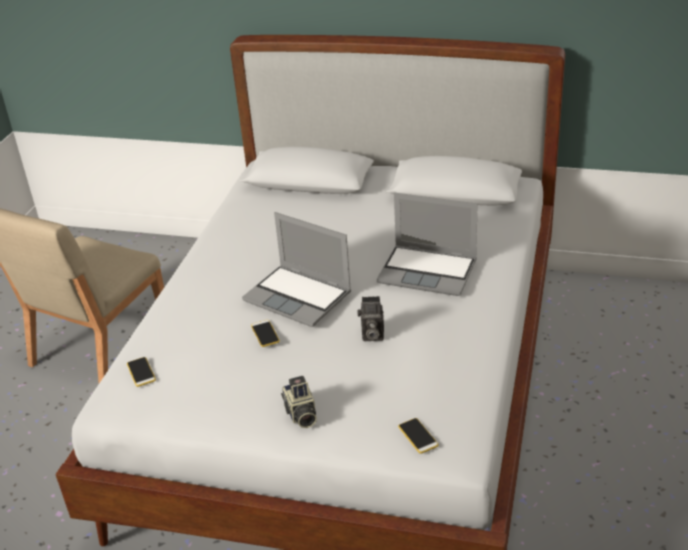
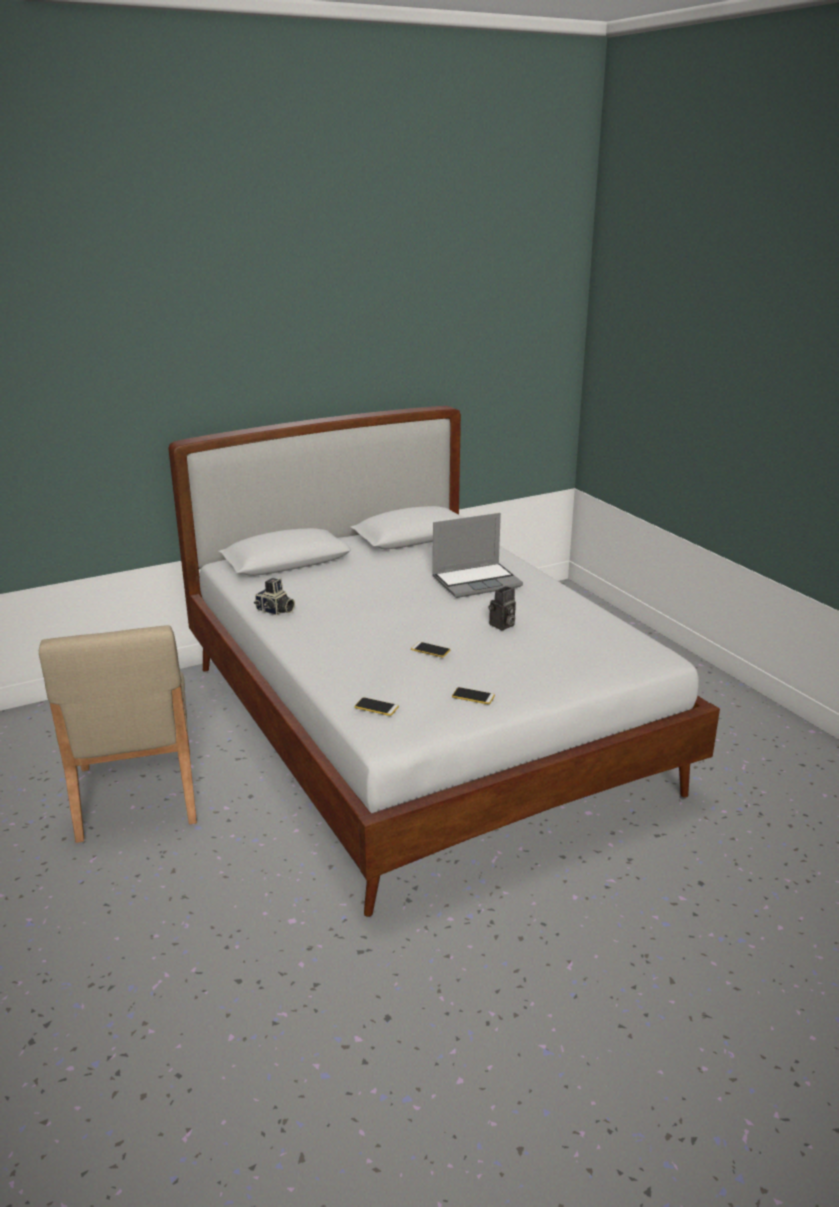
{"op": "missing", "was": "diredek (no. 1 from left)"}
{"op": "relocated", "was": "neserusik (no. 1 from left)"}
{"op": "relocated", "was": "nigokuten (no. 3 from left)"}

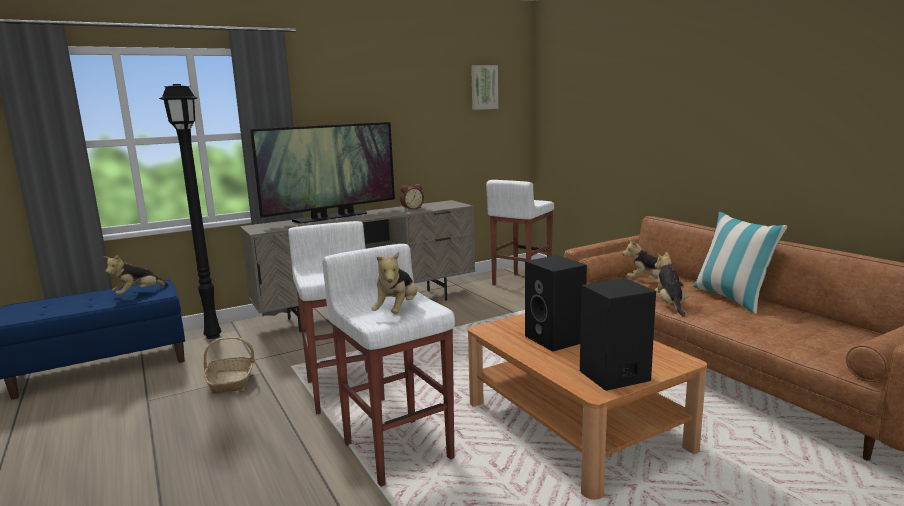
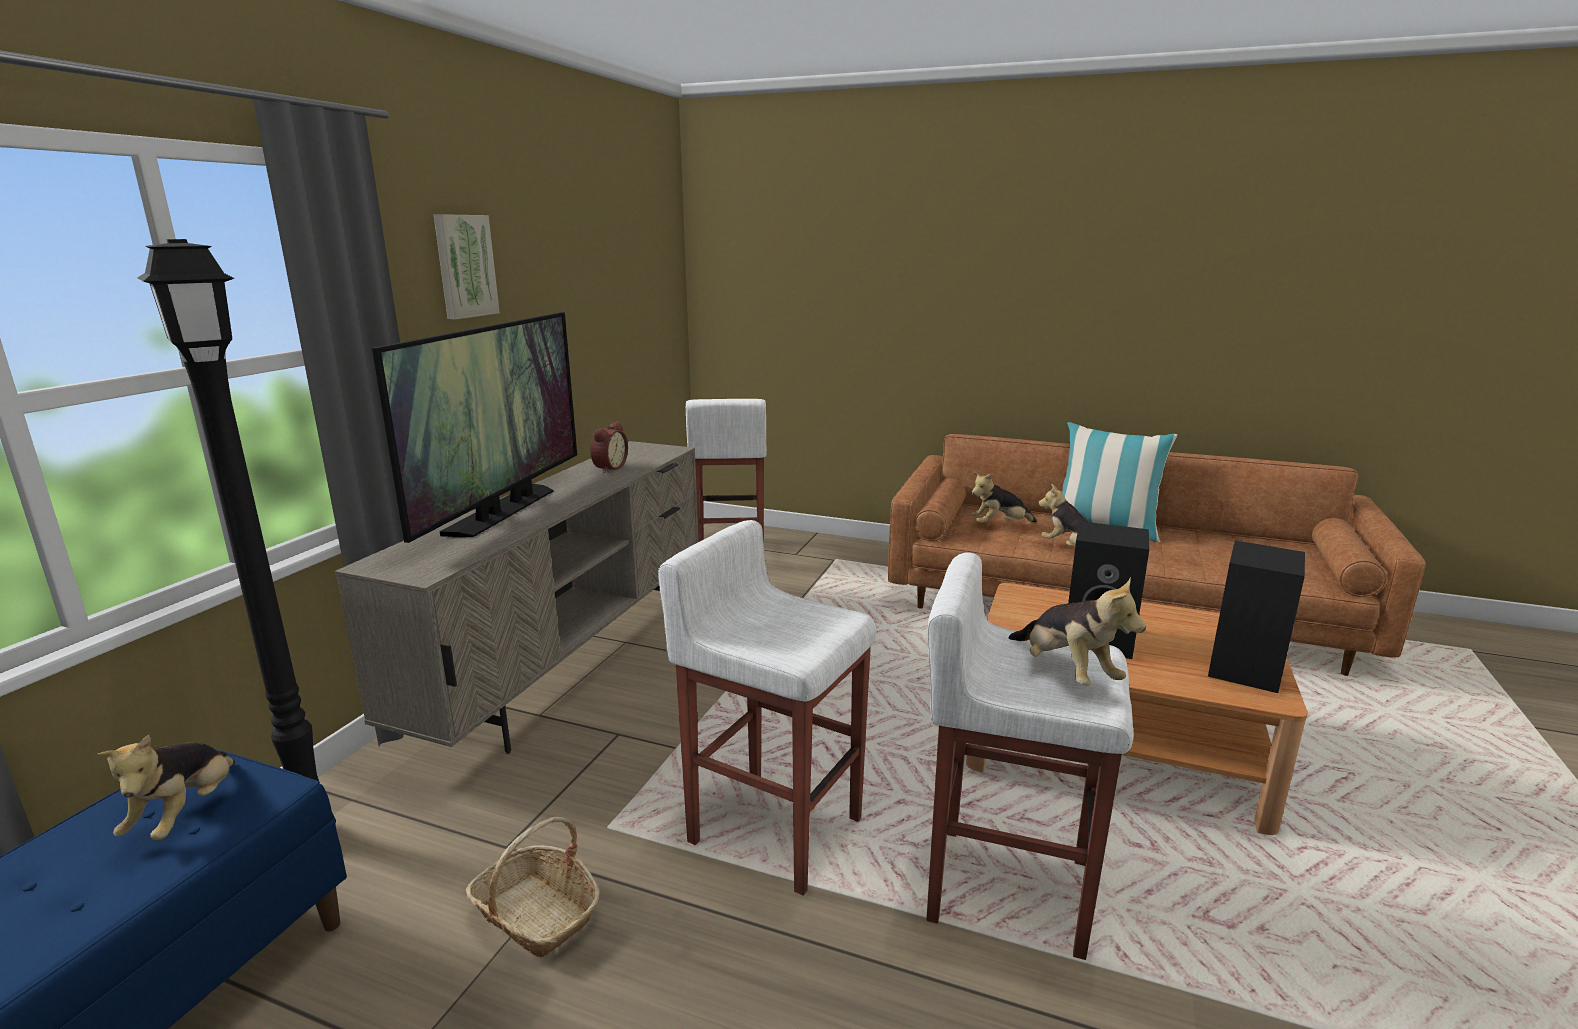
{"op": "relocated", "was": "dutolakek"}

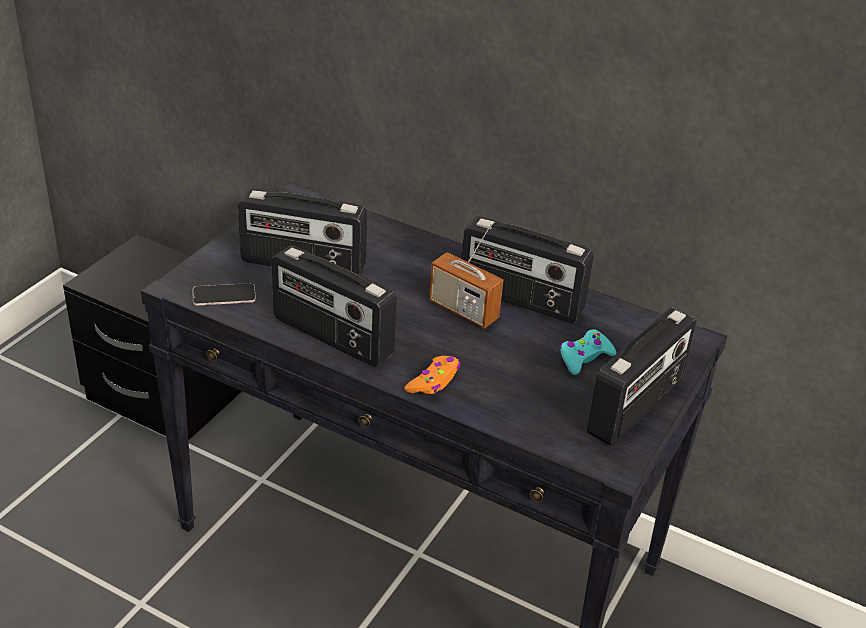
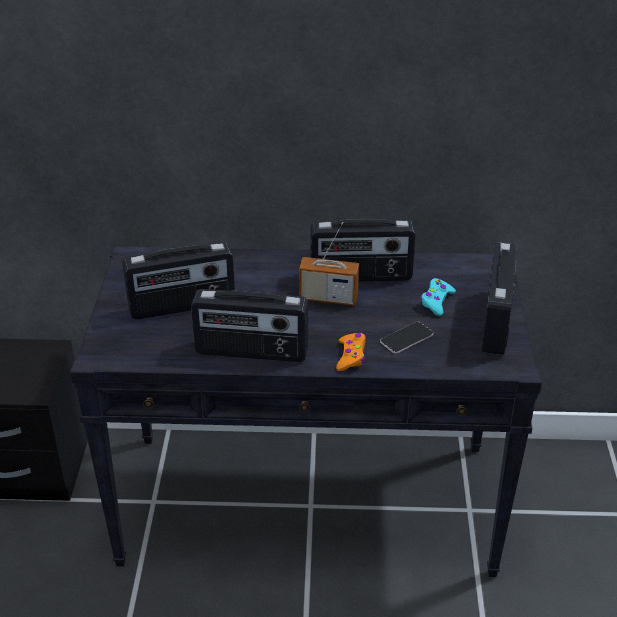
{"op": "relocated", "was": "nigokuten"}

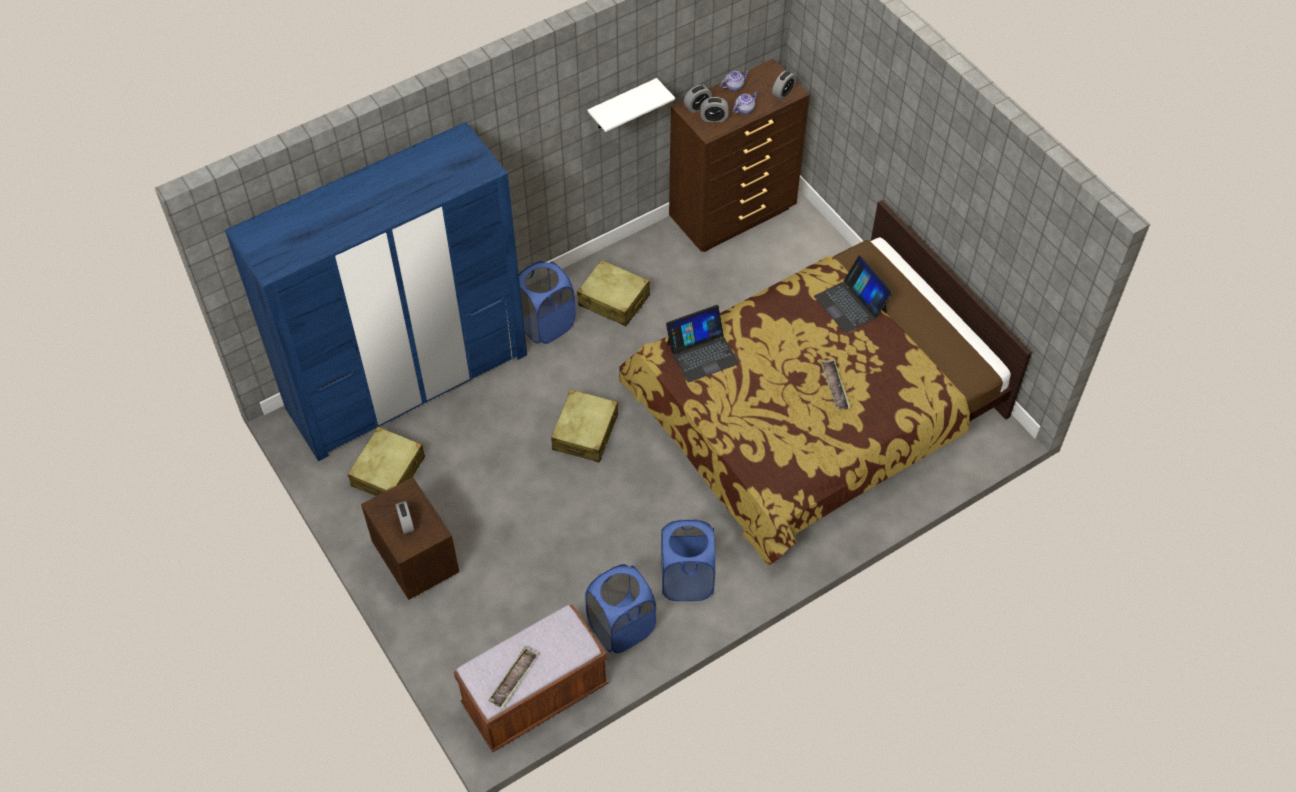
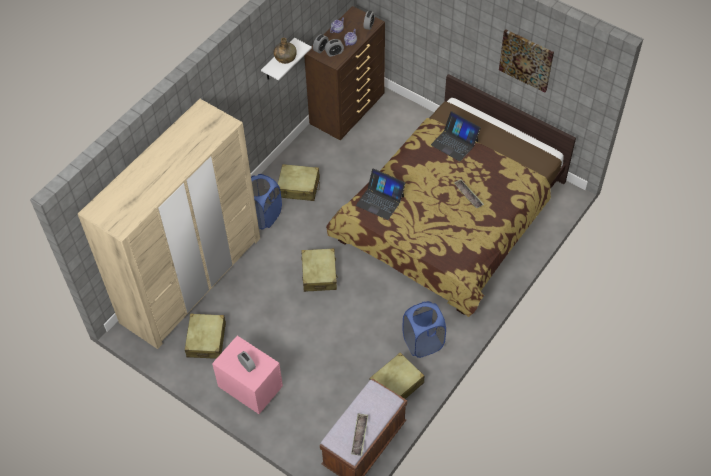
{"op": "colour", "was": "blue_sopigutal", "now": "beige_sopigutal"}
{"op": "colour", "was": "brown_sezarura", "now": "pink_sezarura"}
{"op": "exchanged", "was": "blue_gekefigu (no. 2 from left)", "now": "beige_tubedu (no. 4 from left)"}
{"op": "spun", "was": "diredek (no. 1 from left)", "clockwise": 75}
{"op": "appeared", "now": "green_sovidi"}
{"op": "appeared", "now": "dutolakek"}

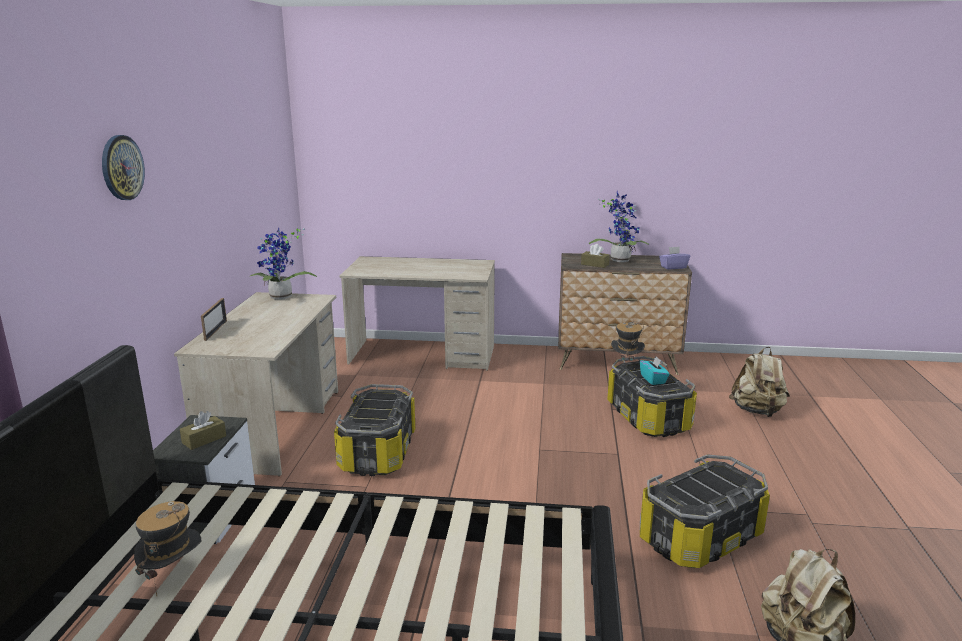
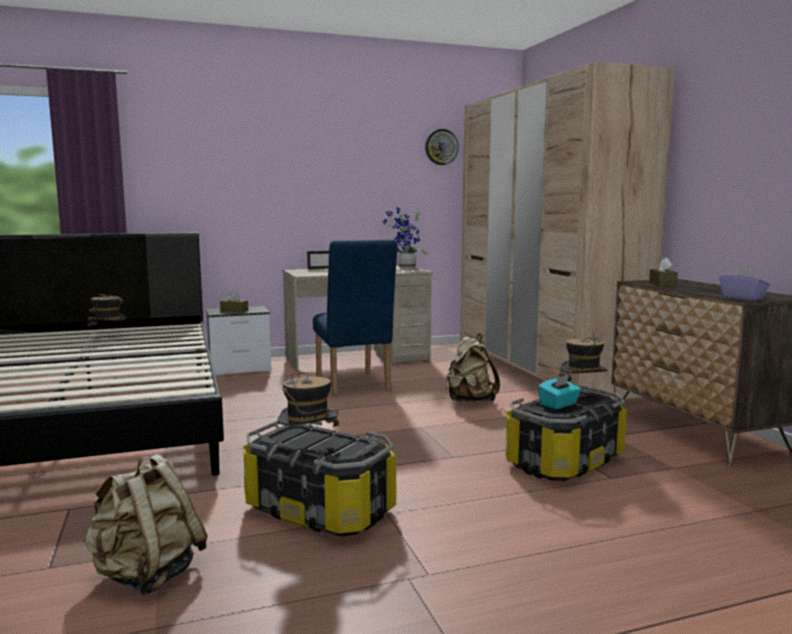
{"op": "relocated", "was": "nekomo"}
{"op": "exchanged", "was": "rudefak (no. 1 from left)", "now": "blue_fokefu"}
{"op": "exchanged", "was": "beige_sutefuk (no. 2 from left)", "now": "beige_sopigutal"}
{"op": "missing", "was": "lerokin (no. 2 from left)"}
{"op": "relocated", "was": "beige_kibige (no. 1 from left in the first image)", "now": "beige_kibige (no. 2 from left)"}
{"op": "appeared", "now": "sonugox (no. 2 from left)"}

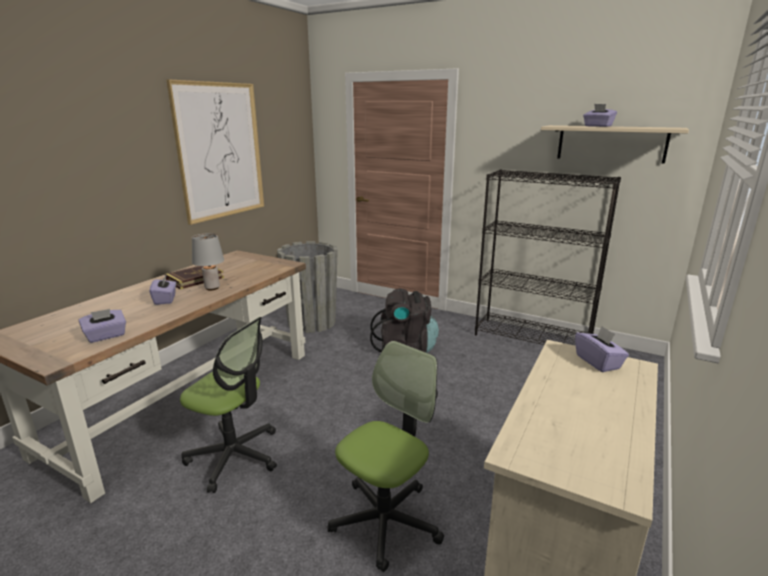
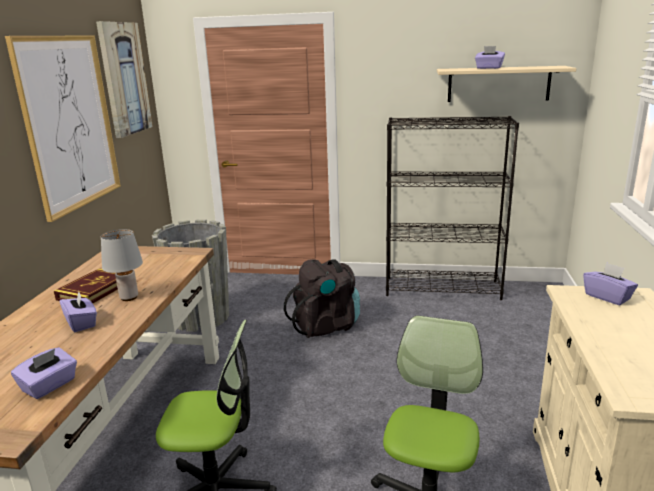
{"op": "appeared", "now": "dutolakek (no. 2 from left)"}

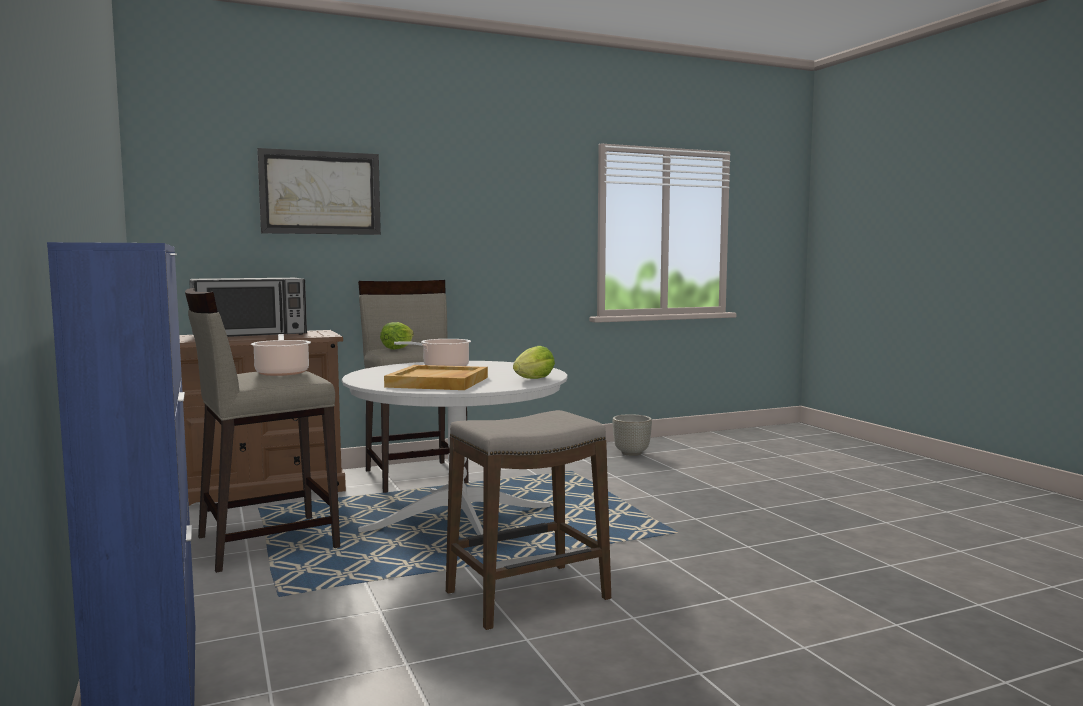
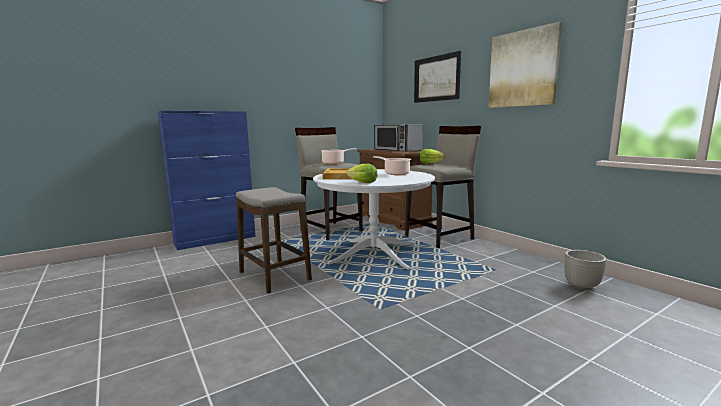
{"op": "appeared", "now": "dutolakek (no. 2 from left)"}

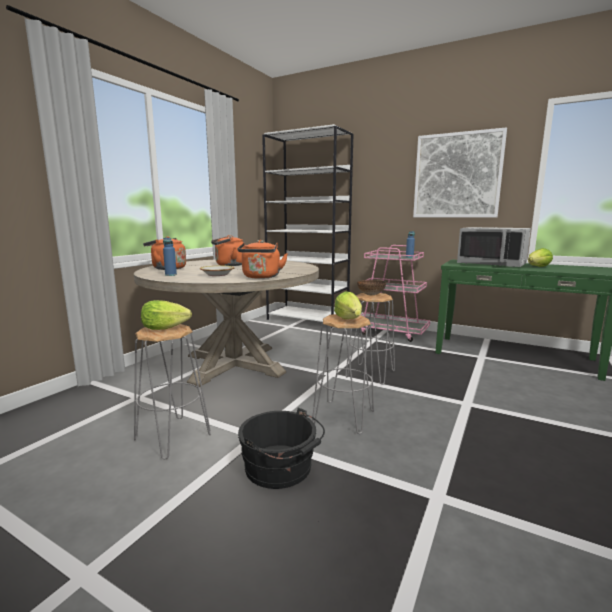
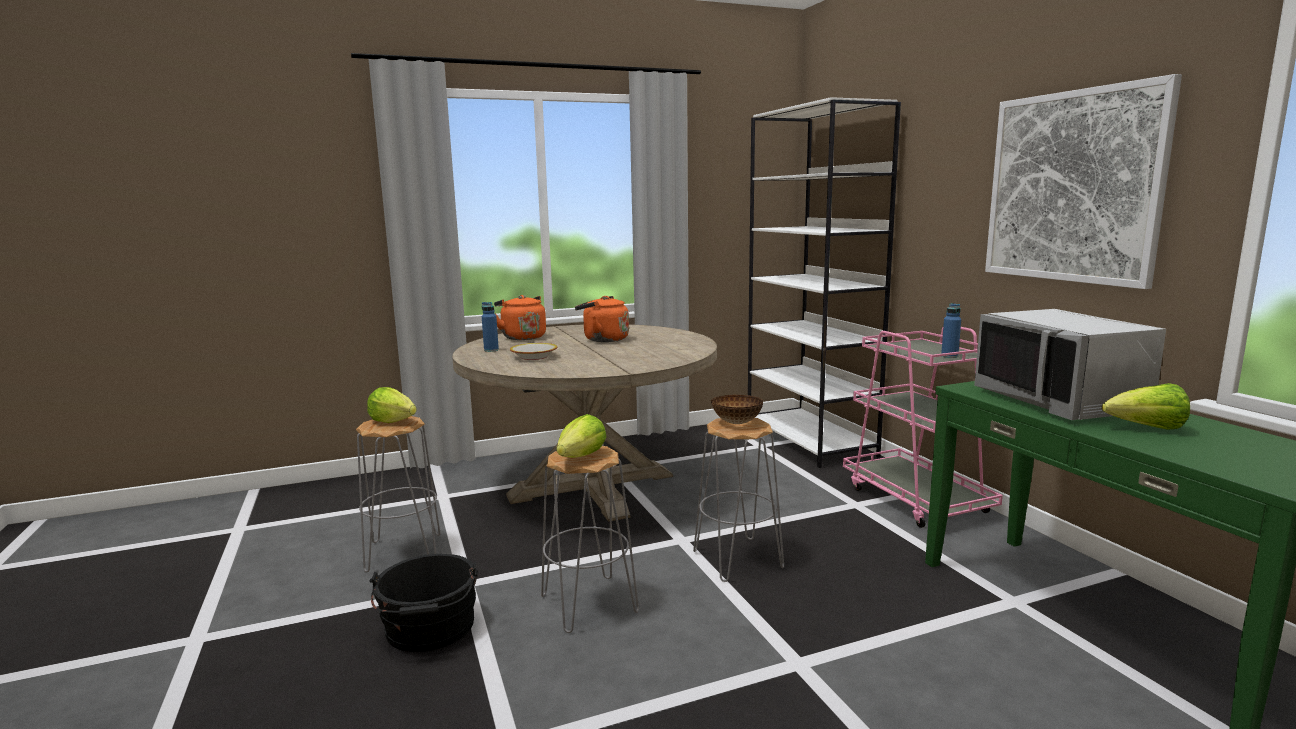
{"op": "missing", "was": "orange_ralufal (no. 3 from left)"}

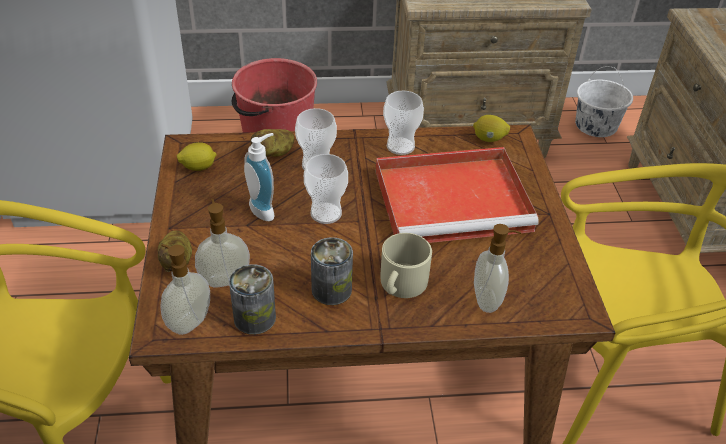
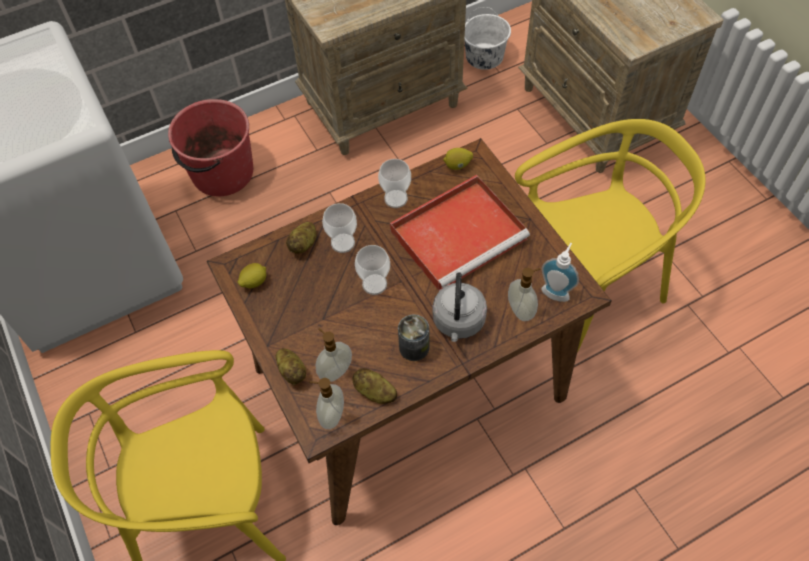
{"op": "exchanged", "was": "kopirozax (no. 1 from left)", "now": "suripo (no. 3 from left)"}
{"op": "relocated", "was": "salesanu (no. 3 from left in the first image)", "now": "salesanu (no. 4 from left)"}
{"op": "exchanged", "was": "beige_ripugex", "now": "grey_ralufal"}

